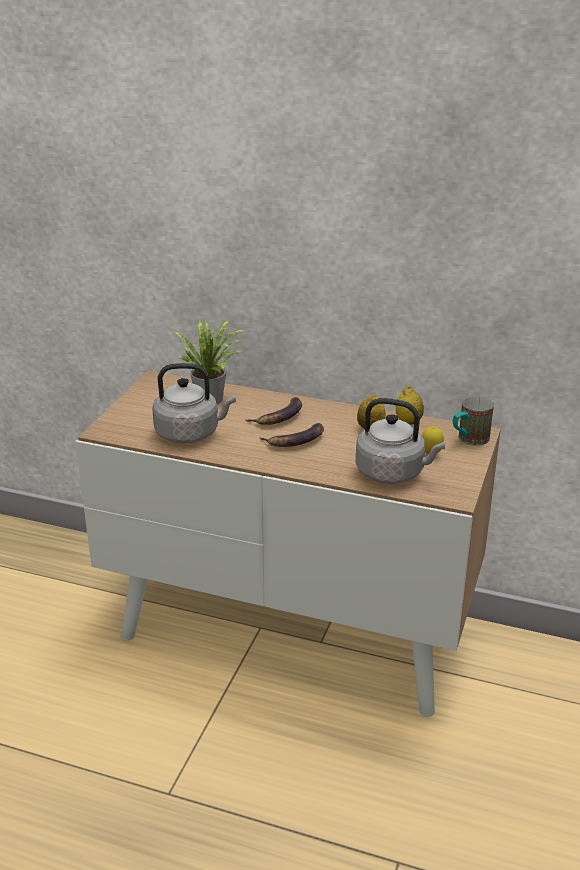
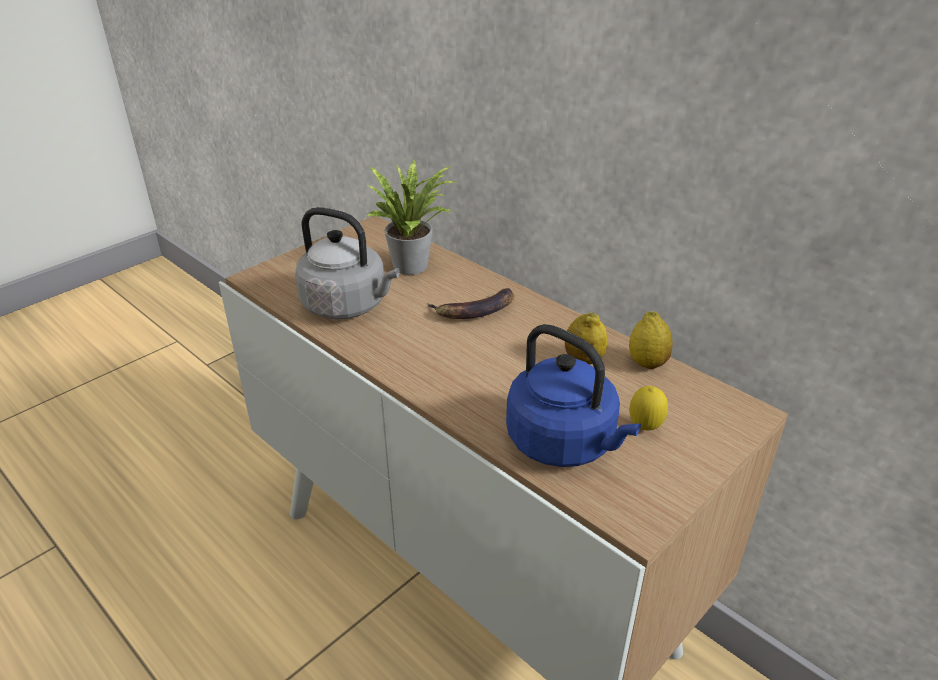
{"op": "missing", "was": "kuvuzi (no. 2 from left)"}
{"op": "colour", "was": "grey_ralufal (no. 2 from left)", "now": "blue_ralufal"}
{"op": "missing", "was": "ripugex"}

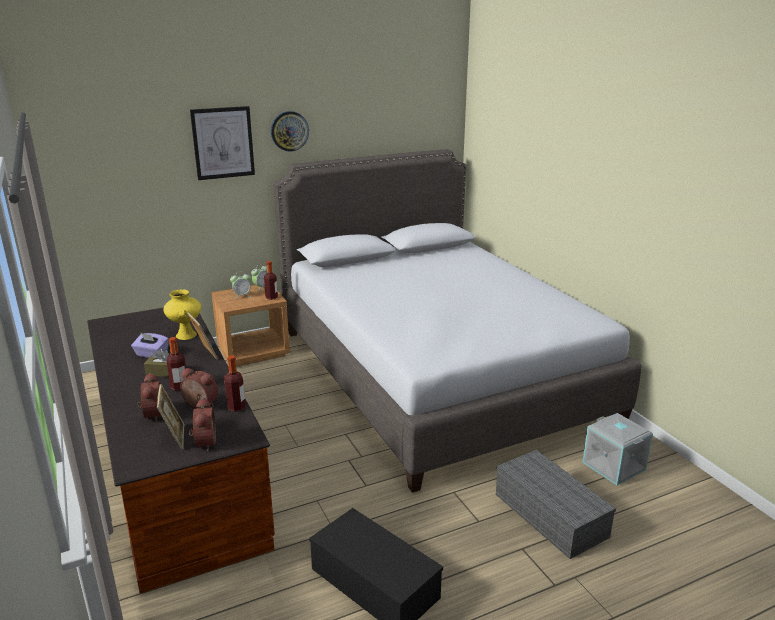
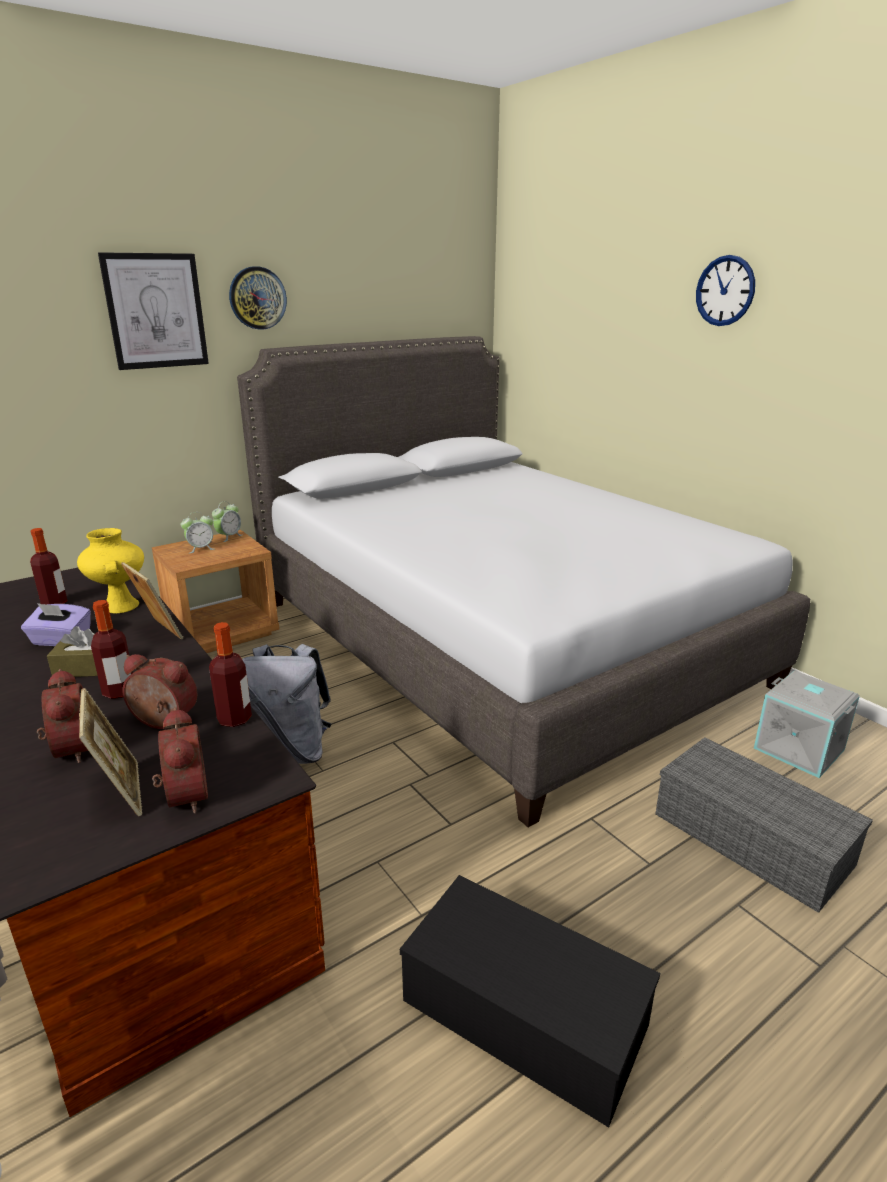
{"op": "relocated", "was": "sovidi (no. 3 from left in the first image)", "now": "sovidi (no. 1 from left)"}
{"op": "appeared", "now": "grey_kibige"}
{"op": "appeared", "now": "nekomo (no. 2 from left)"}

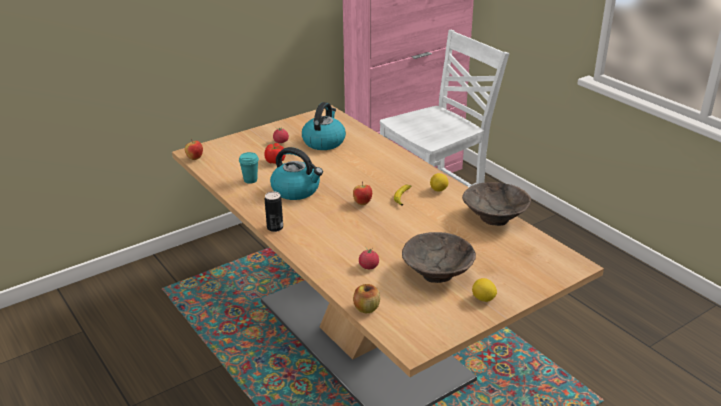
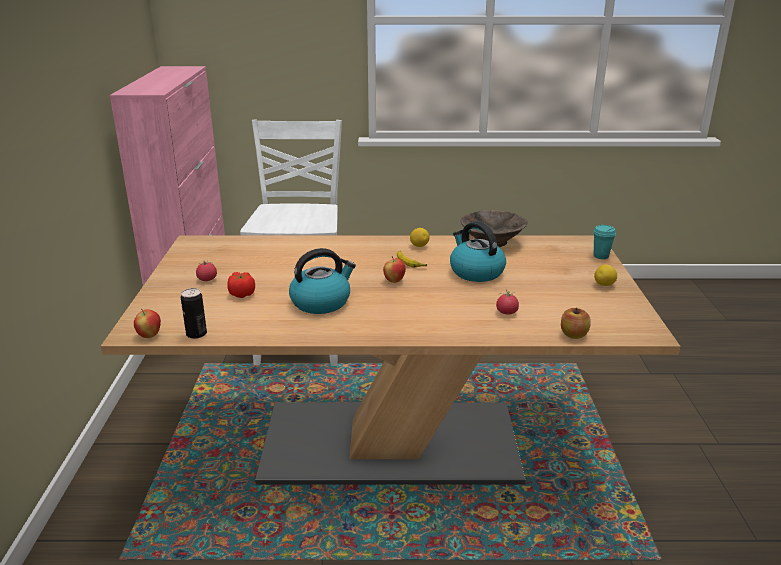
{"op": "relocated", "was": "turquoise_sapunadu"}
{"op": "relocated", "was": "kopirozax"}
{"op": "relocated", "was": "ralufal (no. 2 from left)"}
{"op": "missing", "was": "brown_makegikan (no. 1 from left)"}

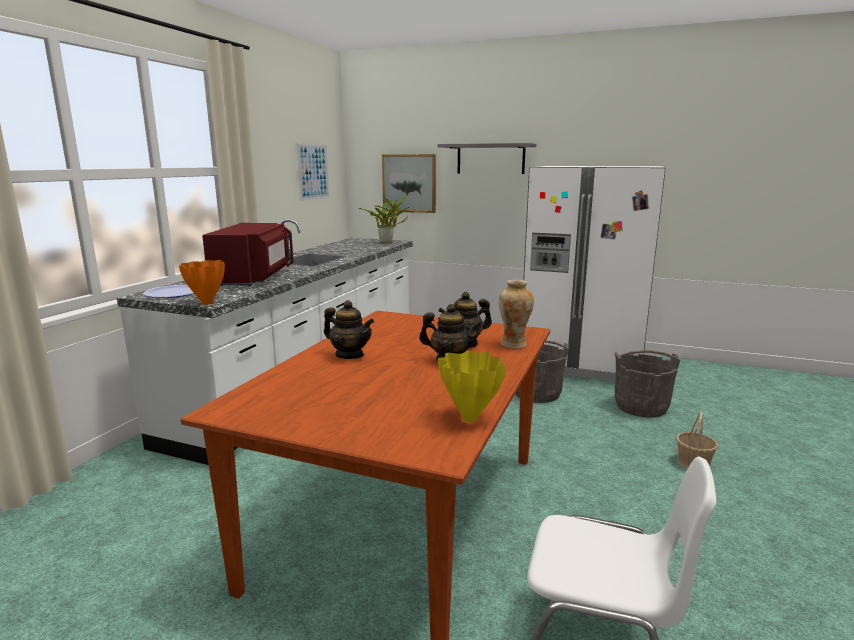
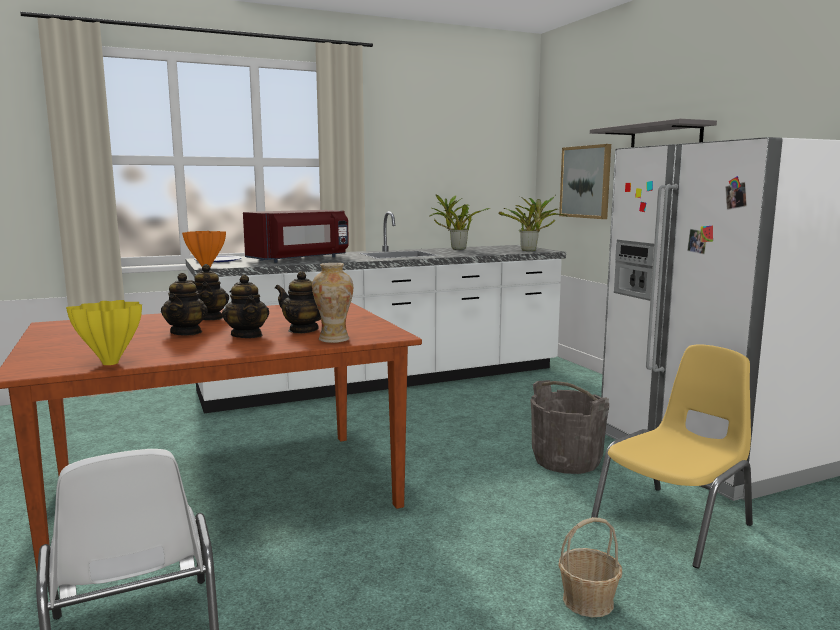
{"op": "missing", "was": "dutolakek (no. 1 from left)"}
{"op": "exchanged", "was": "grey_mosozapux (no. 2 from left)", "now": "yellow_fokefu"}
{"op": "appeared", "now": "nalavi (no. 1 from left)"}
{"op": "appeared", "now": "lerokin (no. 1 from left)"}

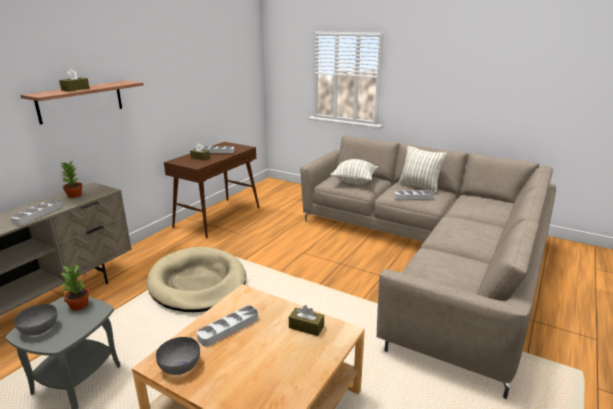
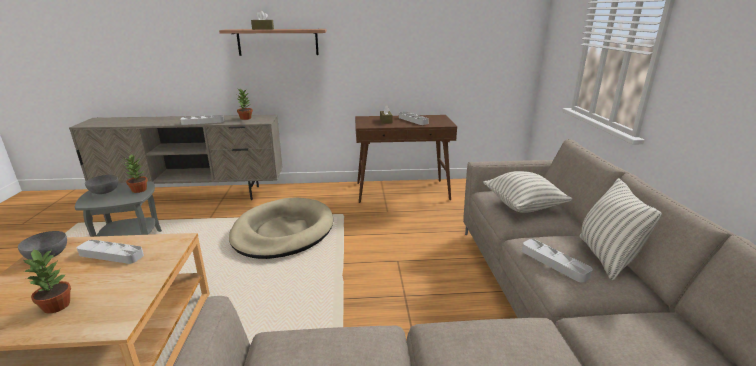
{"op": "missing", "was": "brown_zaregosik (no. 3 from left)"}
{"op": "appeared", "now": "lerokin (no. 1 from left)"}

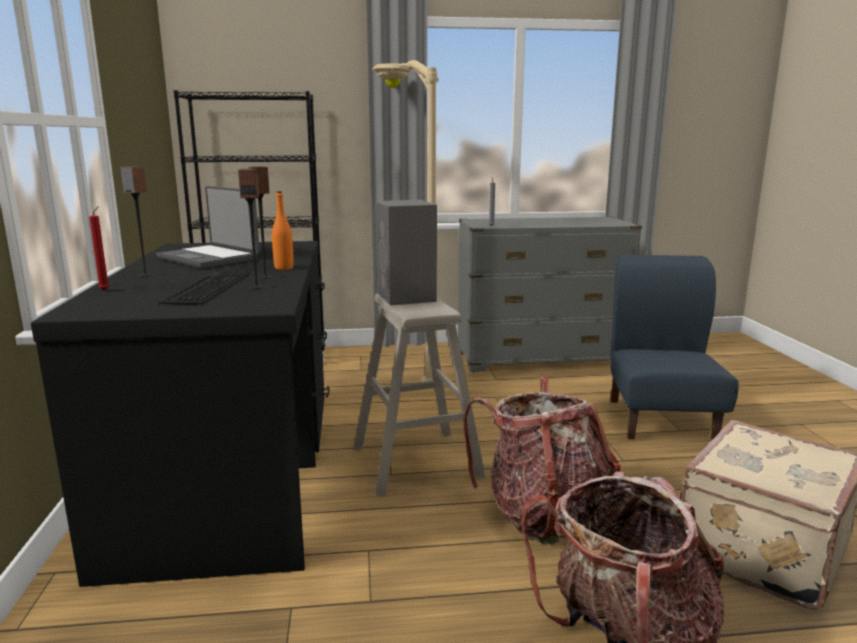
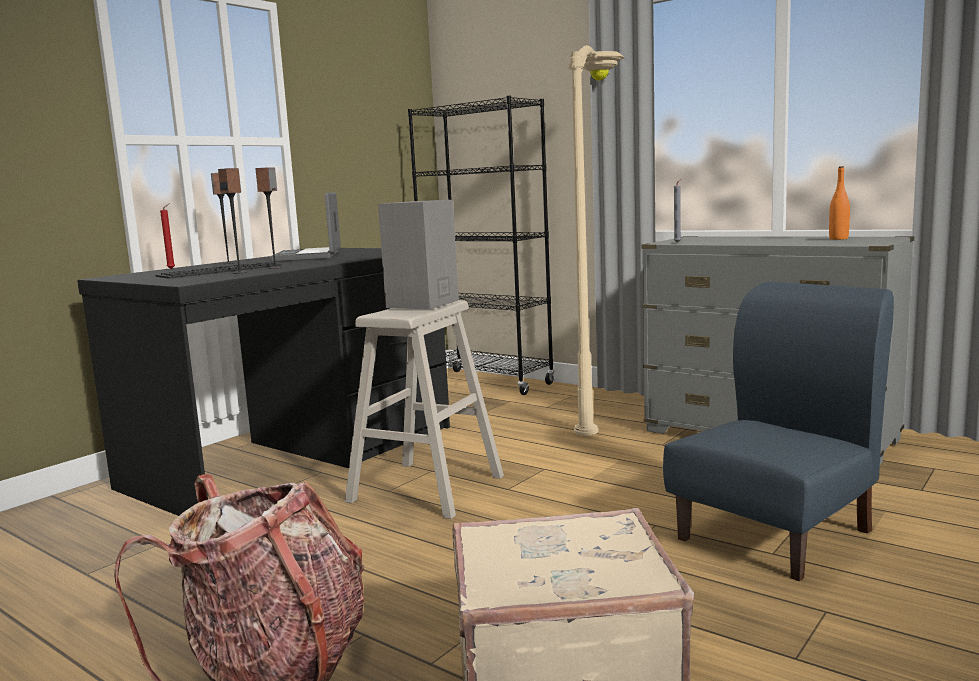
{"op": "relocated", "was": "orange_sovidi"}
{"op": "missing", "was": "kibige (no. 1 from left)"}

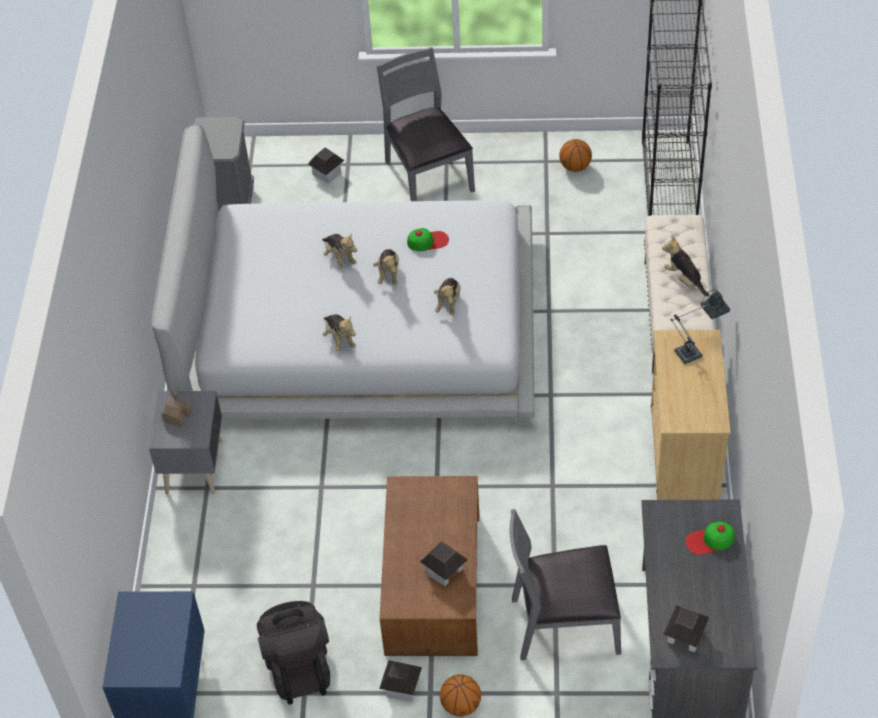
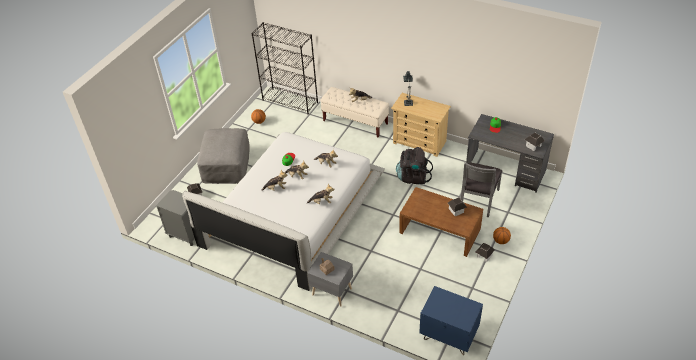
{"op": "relocated", "was": "black_kibige"}
{"op": "exchanged", "was": "grey_fokefu (no. 1 from left)", "now": "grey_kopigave"}

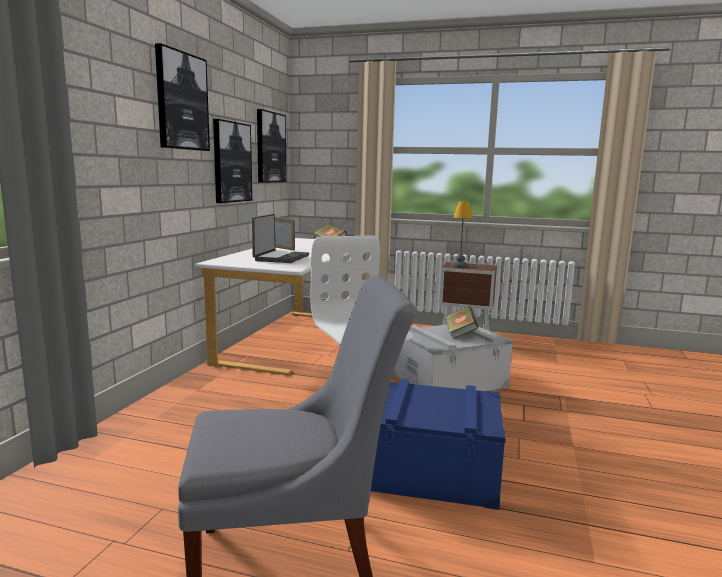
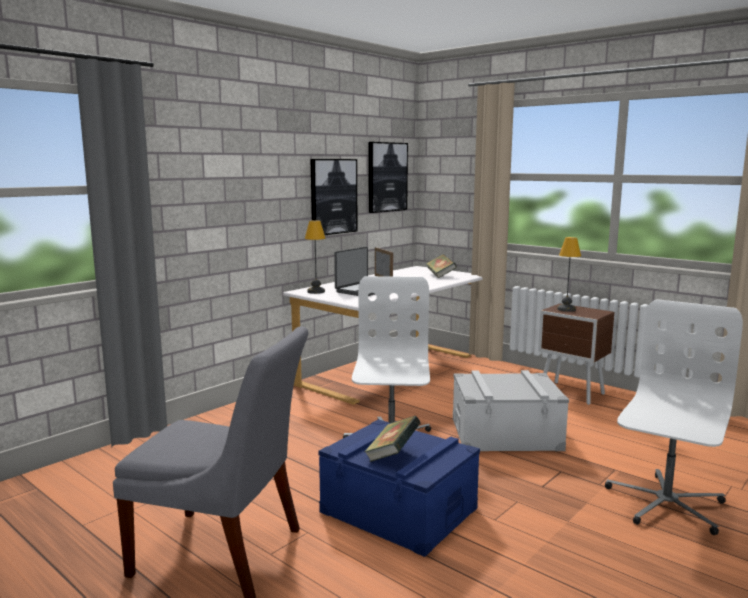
{"op": "missing", "was": "dutolakek (no. 1 from left)"}
{"op": "relocated", "was": "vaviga (no. 2 from left in the first image)", "now": "vaviga (no. 1 from left)"}
{"op": "appeared", "now": "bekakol (no. 1 from left)"}
{"op": "appeared", "now": "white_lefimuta (no. 2 from left)"}

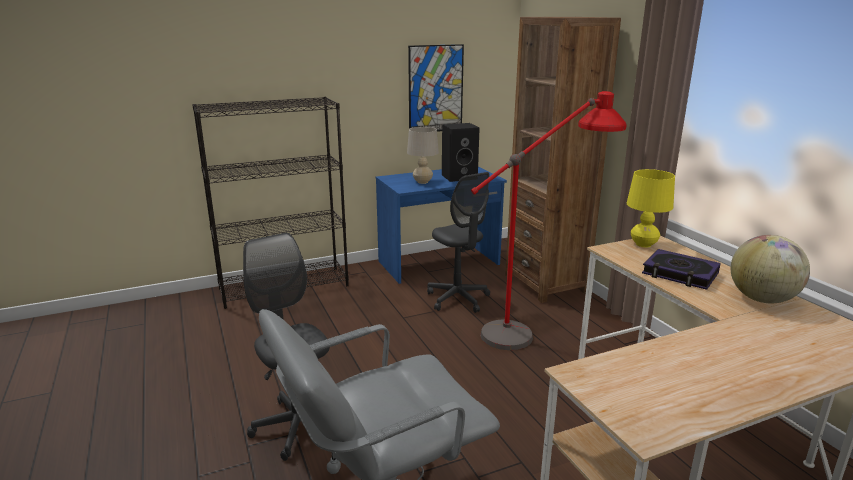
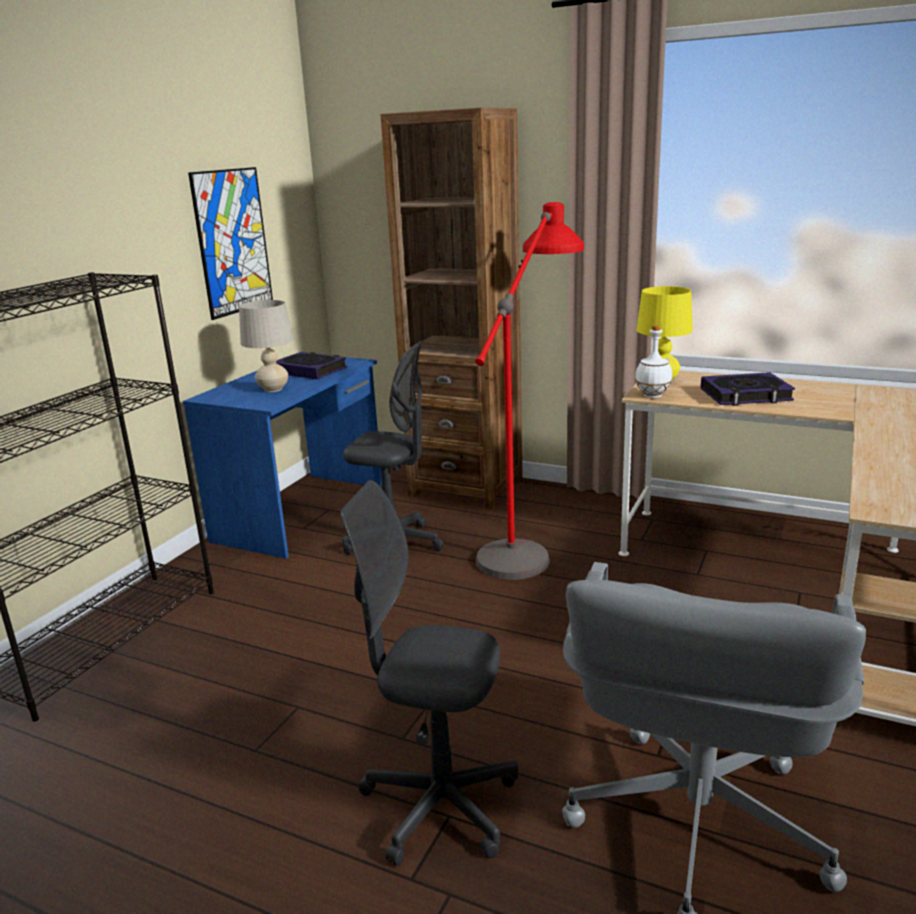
{"op": "exchanged", "was": "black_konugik", "now": "vaviga (no. 1 from left)"}
{"op": "missing", "was": "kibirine"}
{"op": "appeared", "now": "white_sovidi"}

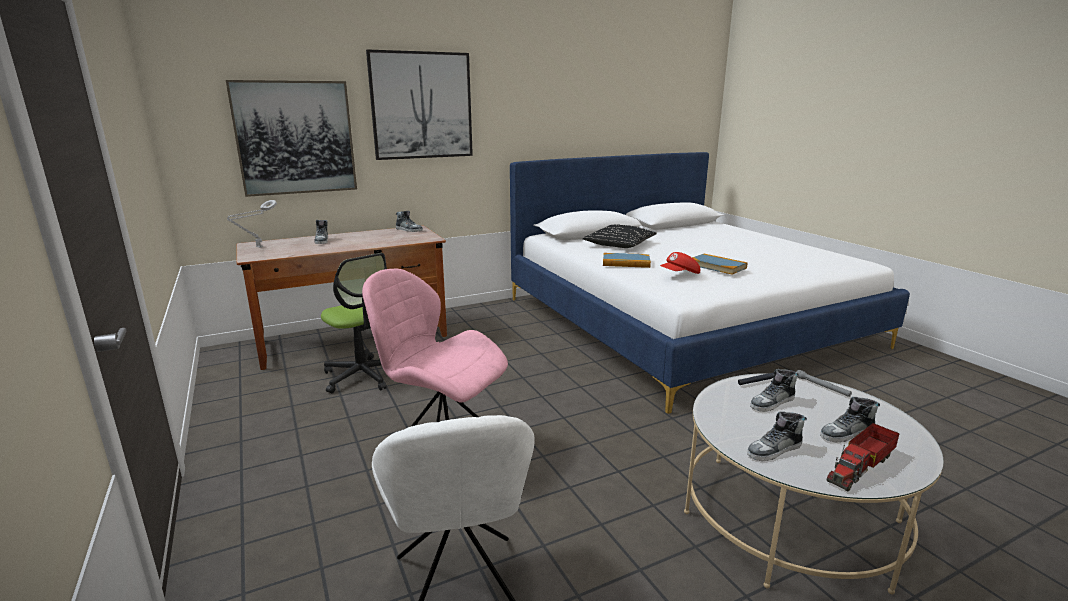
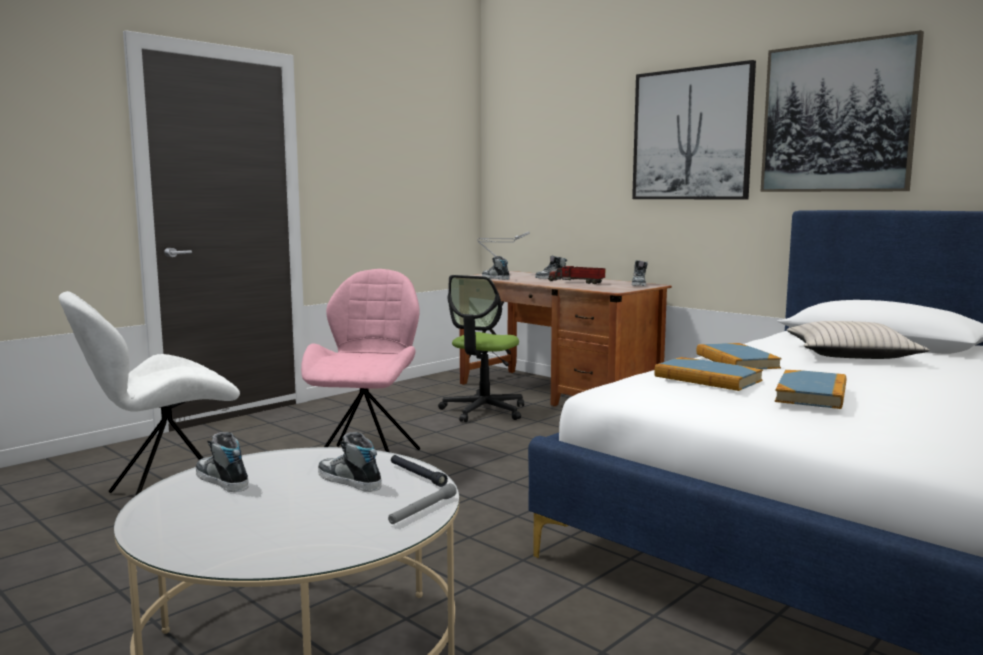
{"op": "relocated", "was": "dutolakek (no. 1 from left in the first image)", "now": "dutolakek (no. 2 from left)"}
{"op": "colour", "was": "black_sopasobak", "now": "beige_sopasobak"}
{"op": "exchanged", "was": "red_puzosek", "now": "vaviga (no. 1 from left)"}
{"op": "relocated", "was": "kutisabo (no. 5 from left in the first image)", "now": "kutisabo (no. 3 from left)"}
{"op": "relocated", "was": "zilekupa"}

